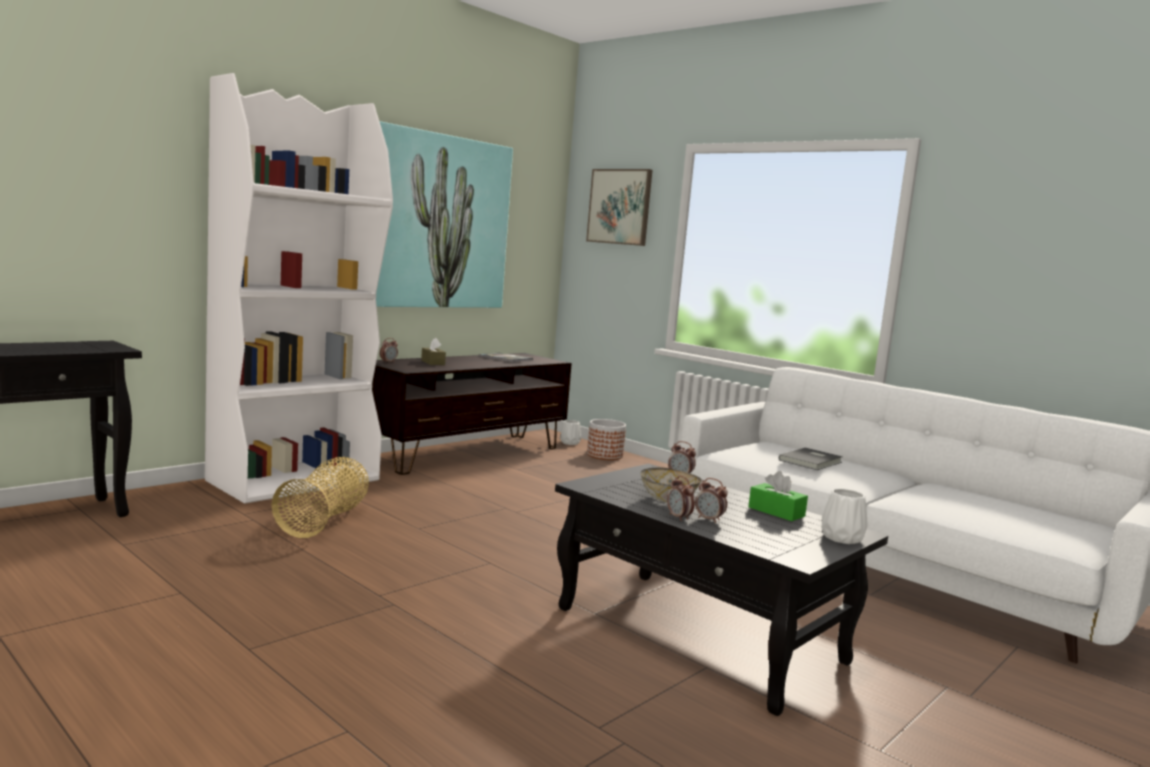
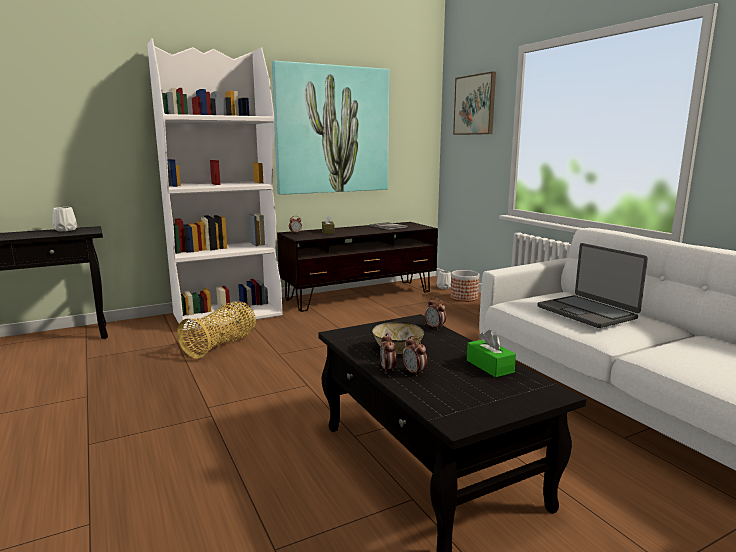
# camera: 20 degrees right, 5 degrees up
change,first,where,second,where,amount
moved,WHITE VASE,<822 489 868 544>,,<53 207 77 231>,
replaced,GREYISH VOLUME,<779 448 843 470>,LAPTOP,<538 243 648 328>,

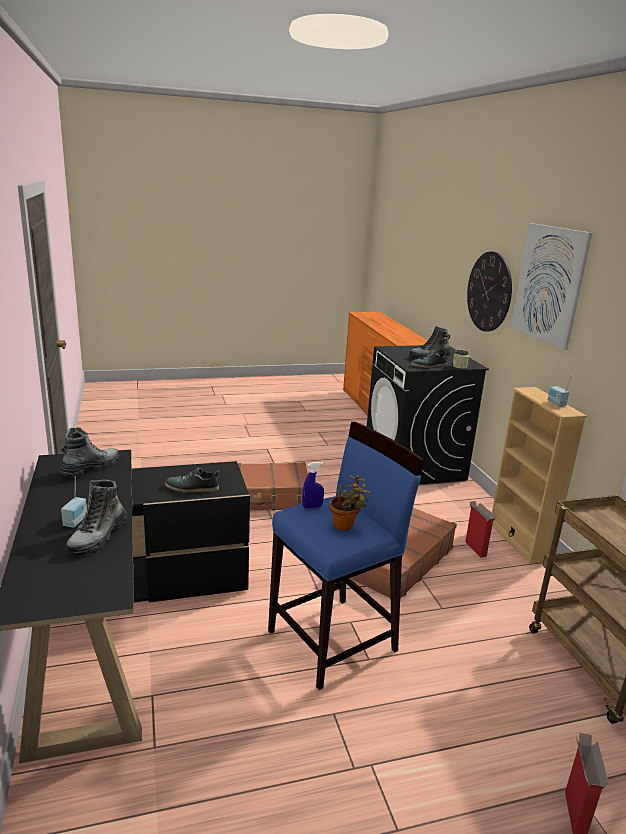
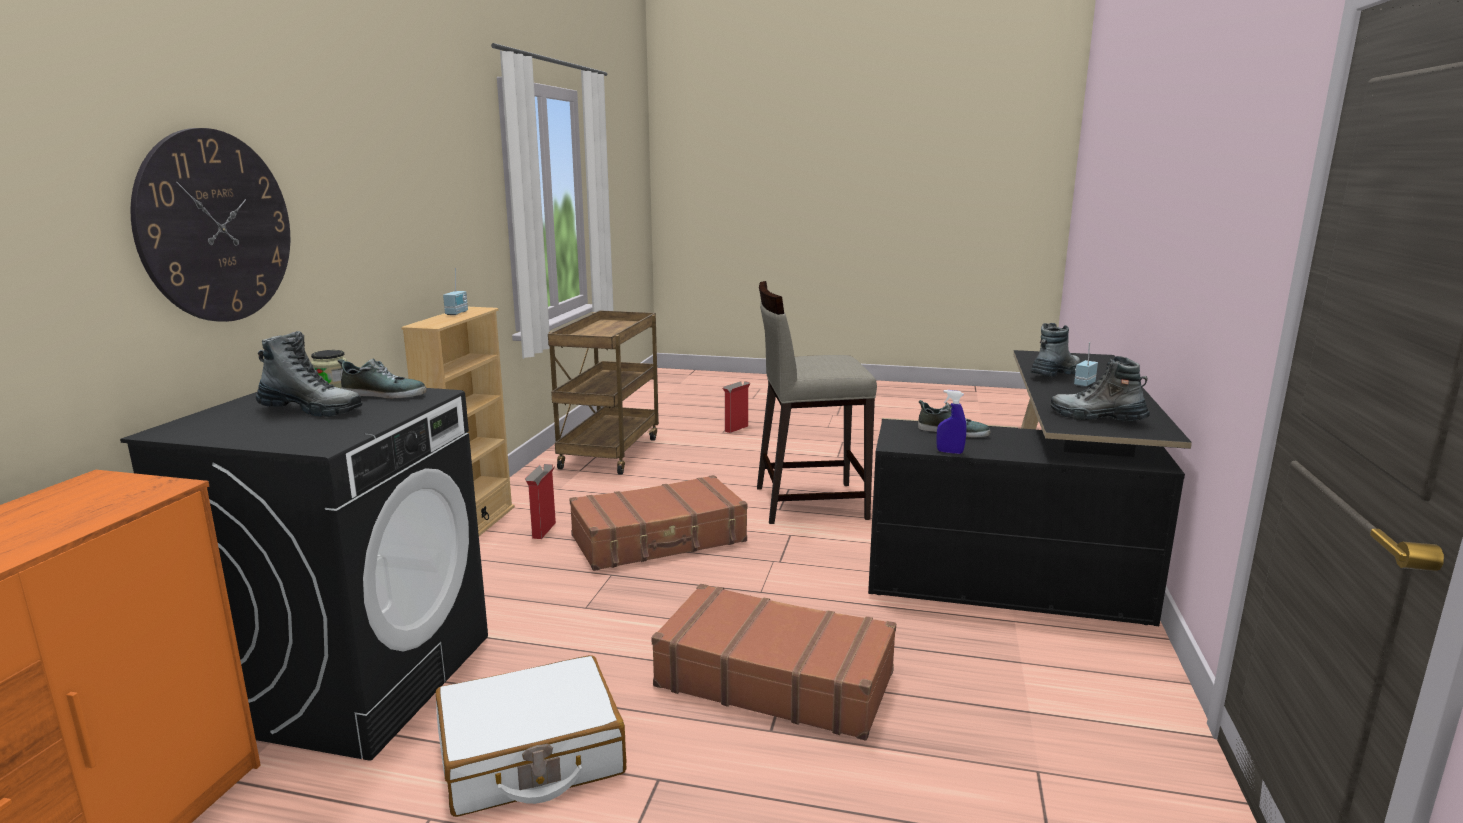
# camera: 150 degrees left, 5 degrees down
change,first,where,second,where,amount
removed,PLANT IN A POT,<330 475 371 531>,,,
removed,PICTURE,<511 223 592 350>,,,
added,,,WHITE PIECE OF LUGGAGE,<436 655 626 817>,
moved,BLUE HAND SPRAYER,<302 462 324 508>,,<936 390 967 454>,
recoloured,BLUE SITTING STOOL,<268 422 425 690>,BEIGE-COLOURED SITTING STOOL,<757 281 877 524>,
turned,HIGH-TOP BOOT,<58 427 119 477>,,<1051 356 1150 421>,60 degrees clockwise

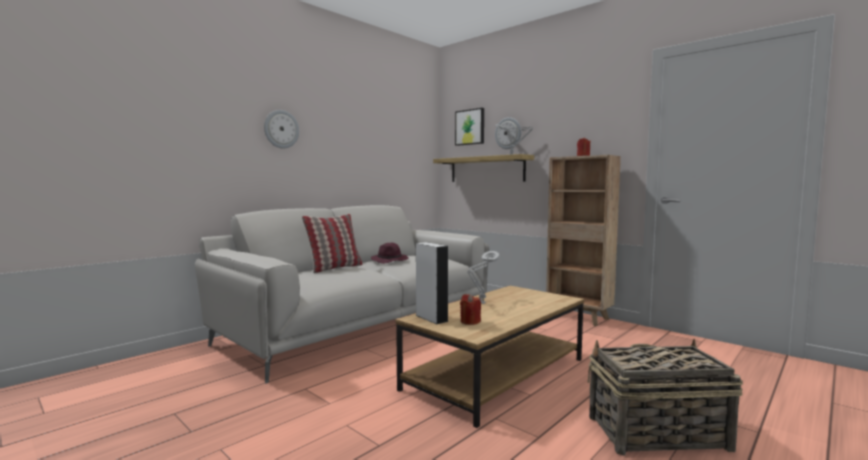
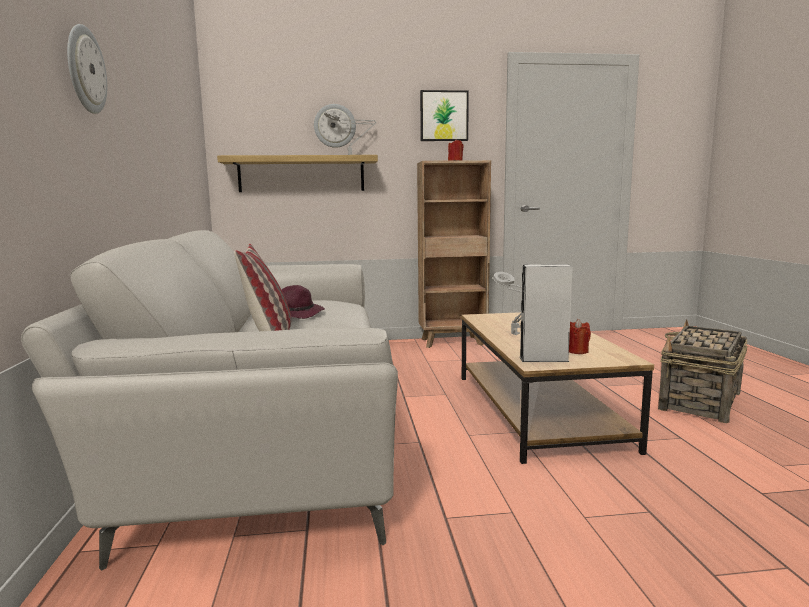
# camera: 50 degrees left, 5 degrees up
change,first,where,second,where,amount
moved,PICTURE,<455 108 484 146>,,<420 90 469 141>,

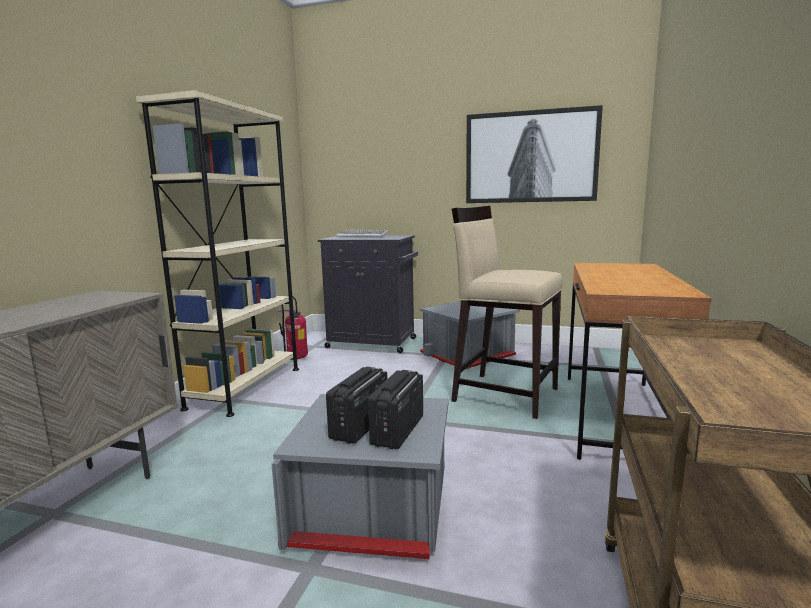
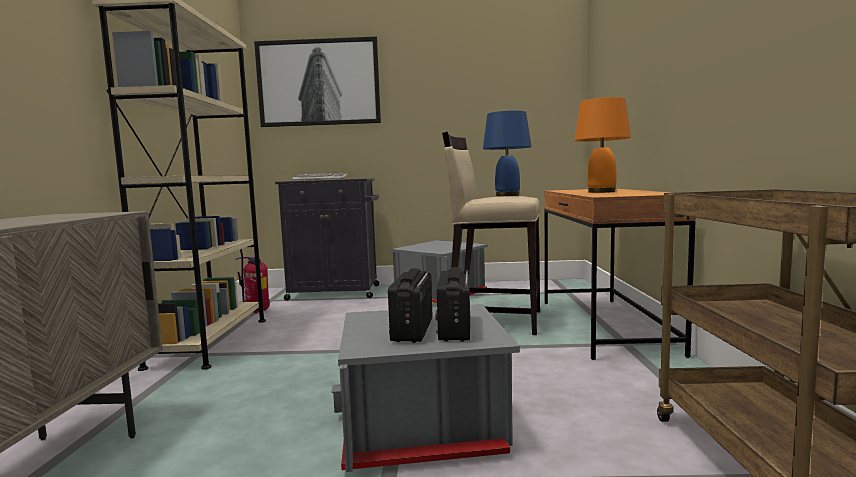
# camera: 15 degrees left, 5 degrees down
change,first,where,second,where,amount
added,,,BLUE TABLETOP LAMP,<483 111 532 196>,
added,,,ORANGEY TABLETOP LAMP,<574 97 631 193>,
moved,PICTURE,<466 105 603 203>,,<254 36 381 127>,

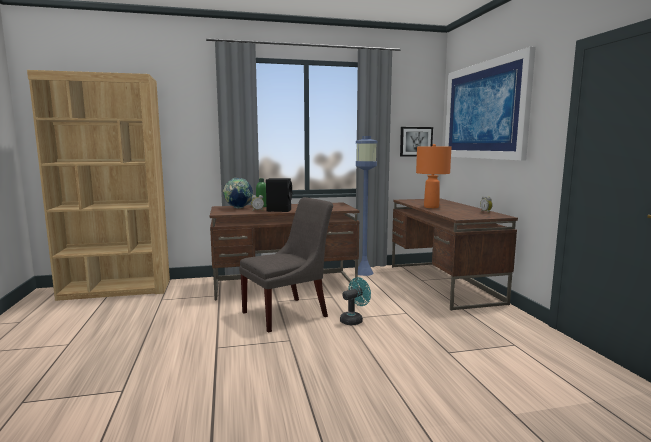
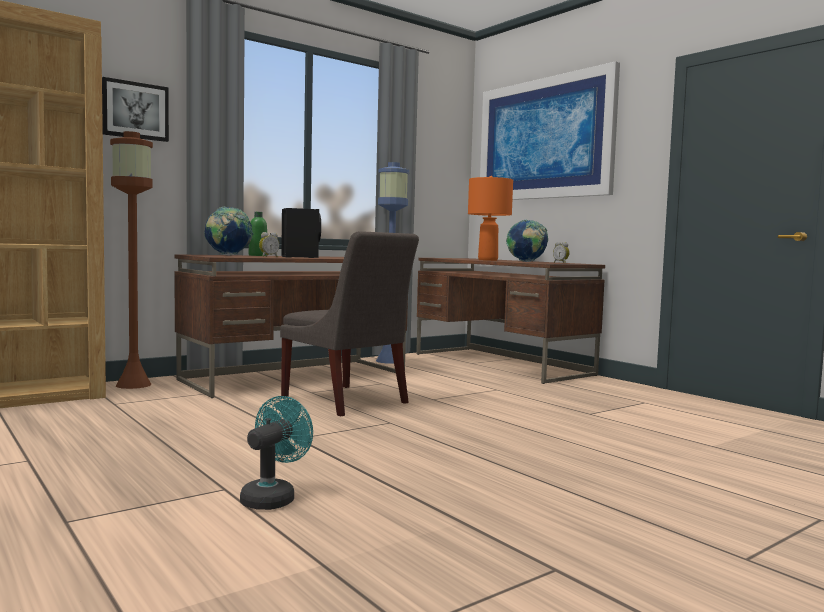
# camera: 25 degrees left, 5 degrees down
change,first,where,second,where,amount
added,,,BROWN STANDARD LAMP,<110 131 153 389>,
added,,,GLOBE,<506 219 549 262>,
moved,BLUE-GREEN ELECTRIC FAN,<340 277 371 325>,,<240 396 313 510>,
moved,PICTURE,<400 127 433 157>,,<102 77 169 142>,
turned,GREYISH PLAIN CHAIR,<239 197 333 333>,,<280 231 419 416>,105 degrees clockwise

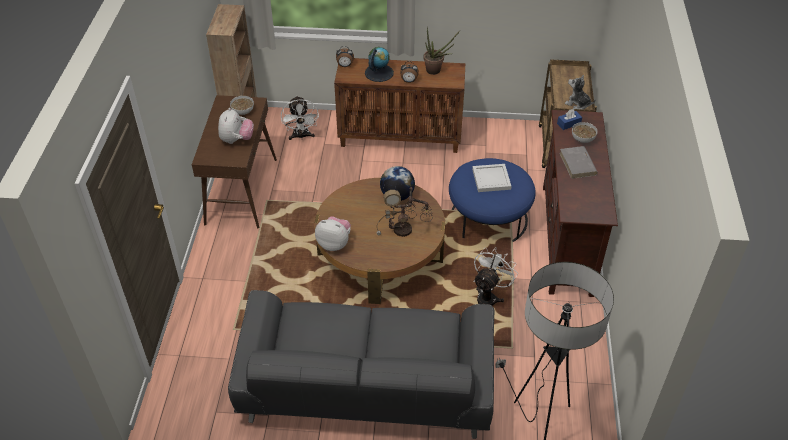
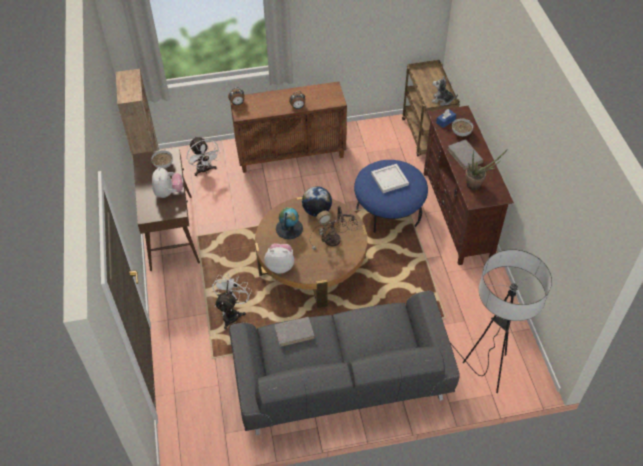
# camera: 15 degrees left, 5 degrees up
change,first,where,second,where,amount
added,,,GREYISH VOLUME,<274 317 315 347>,
moved,GLOBE,<365 47 394 82>,,<276 207 303 239>,
moved,PLANT IN A POT,<424 27 460 75>,,<465 149 508 190>,
moved,WHITE ELECTRIC FAN,<473 247 518 306>,,<212 273 252 329>,

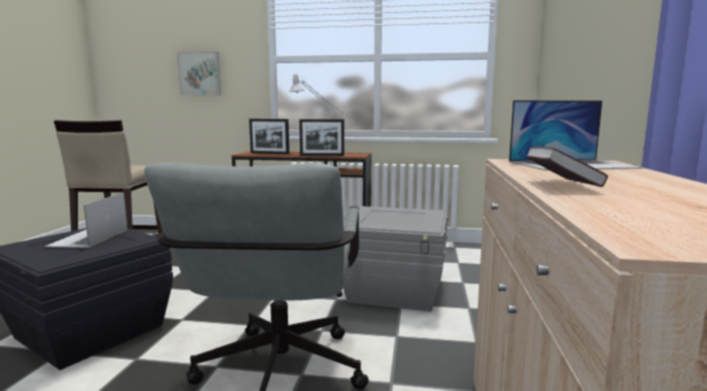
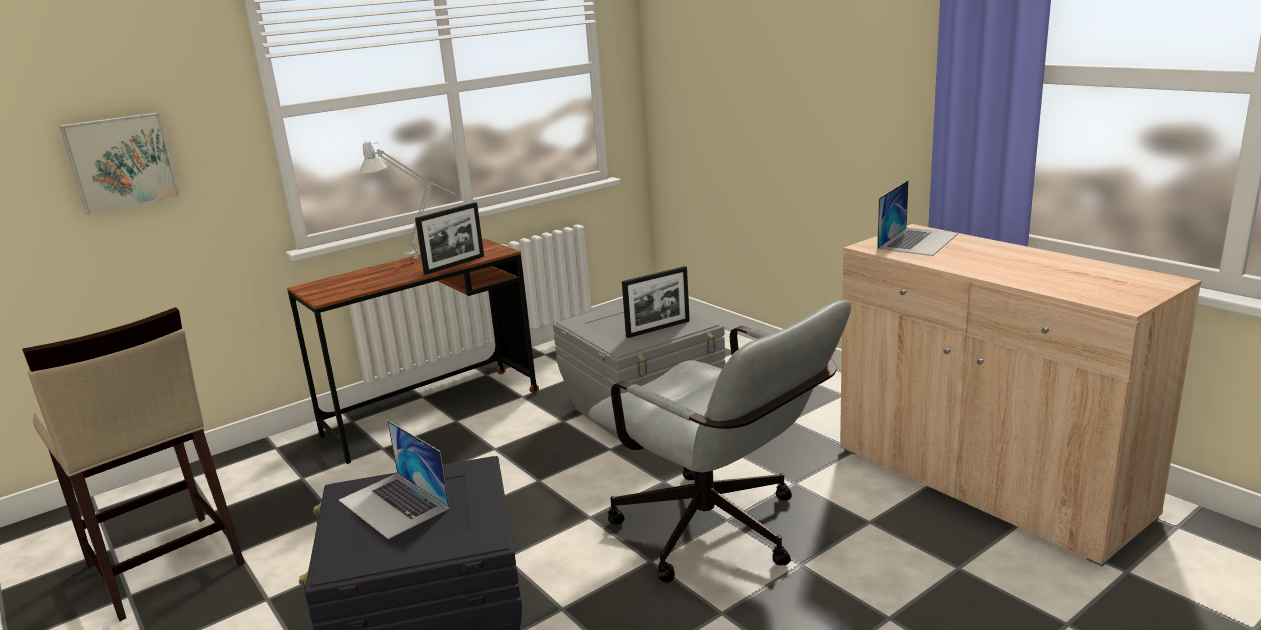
# camera: 45 degrees left, 10 degrees up
change,first,where,second,where,amount
removed,VOLUME,<525 146 608 187>,,,
moved,PICTURE FRAME,<249 119 289 154>,,<622 266 690 338>,

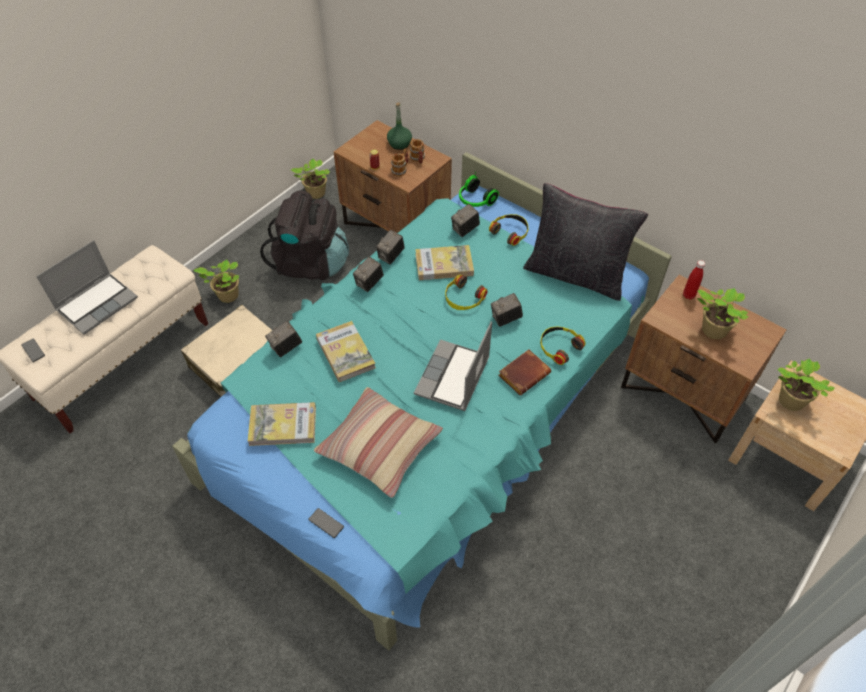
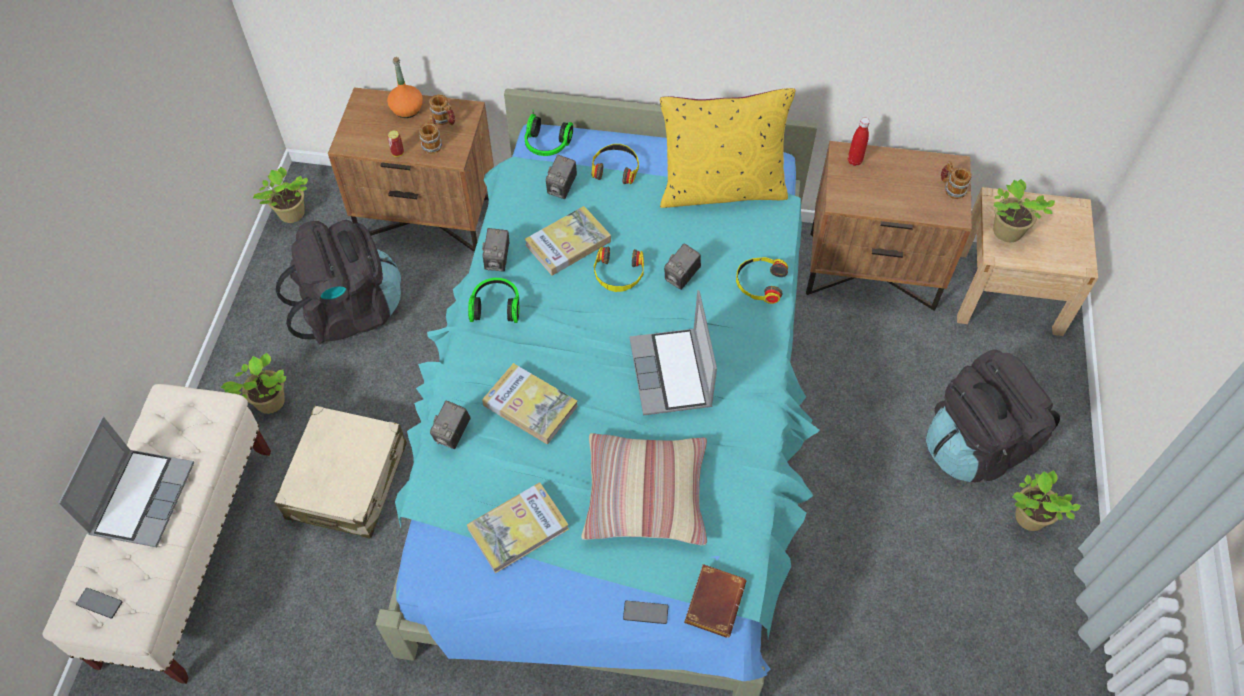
# camera: 30 degrees left, 5 degrees up
change,first,where,second,where,amount
added,,,BLACKISH RUCKSACK,<926 349 1060 482>,
added,,,MUG,<941 161 972 199>,
moved,BROWN VOLUME,<498 349 551 395>,,<684 564 746 638>,
moved,PLANT IN A POT,<697 288 748 339>,,<1013 470 1081 531>,
replaced,STILL CAMERA,<353 256 384 292>,HEADPHONES,<468 278 520 323>,
recoloured,GREEN-COLOURED BEVERAGE BOTTLE,<387 102 412 150>,ORANGEY BEVERAGE BOTTLE,<387 57 423 118>,
recoloured,BLACKISH PILLOW,<523 183 648 301>,YELLOWISH PILLOW,<660 88 796 208>,

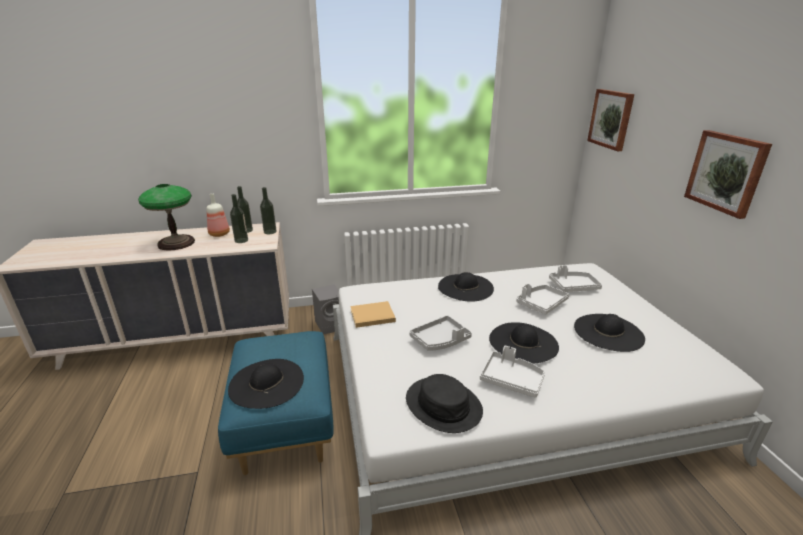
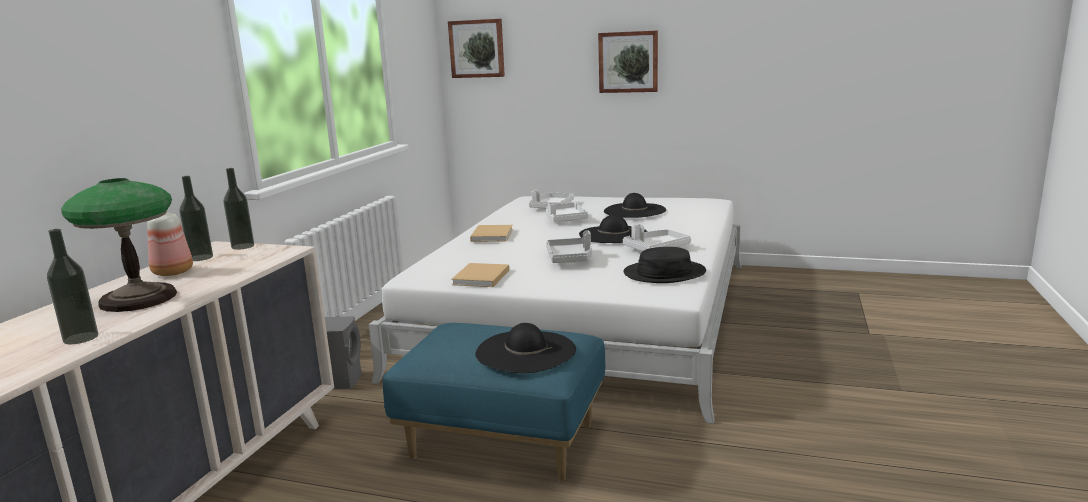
# camera: 60 degrees left, 10 degrees down
change,first,where,second,where,amount
moved,BEVERAGE BOTTLE,<230 194 248 243>,,<47 229 98 344>,
replaced,BLACKISH HAT,<438 272 494 302>,BEIGE-COLOURED VOLUME,<470 225 513 242>,

